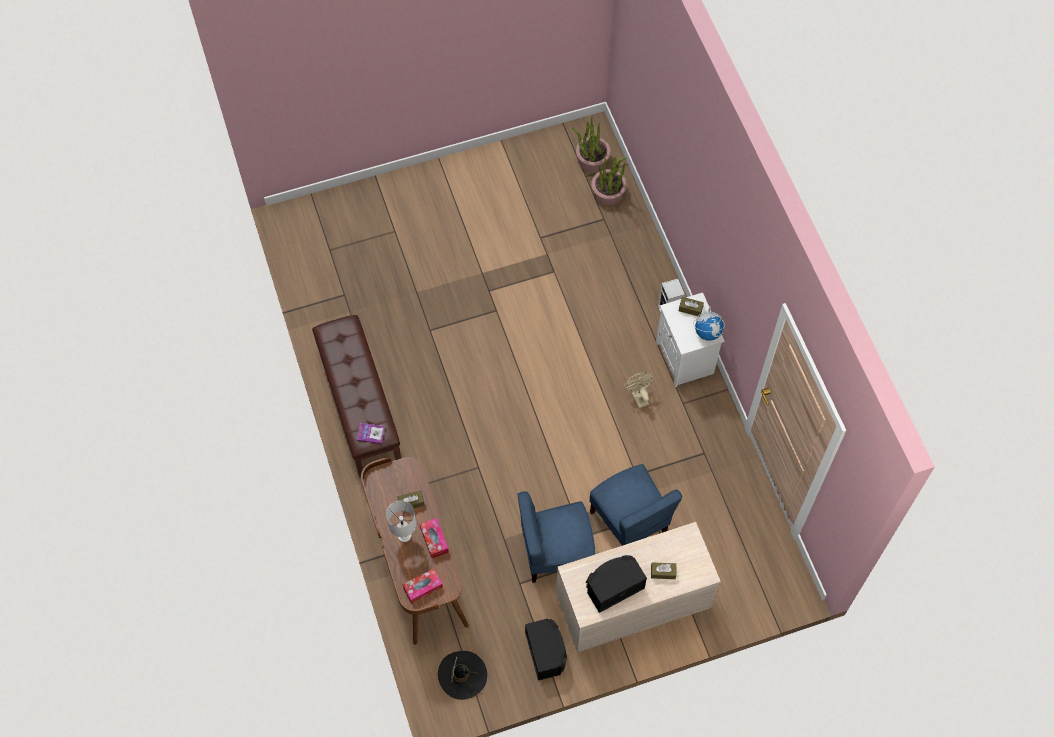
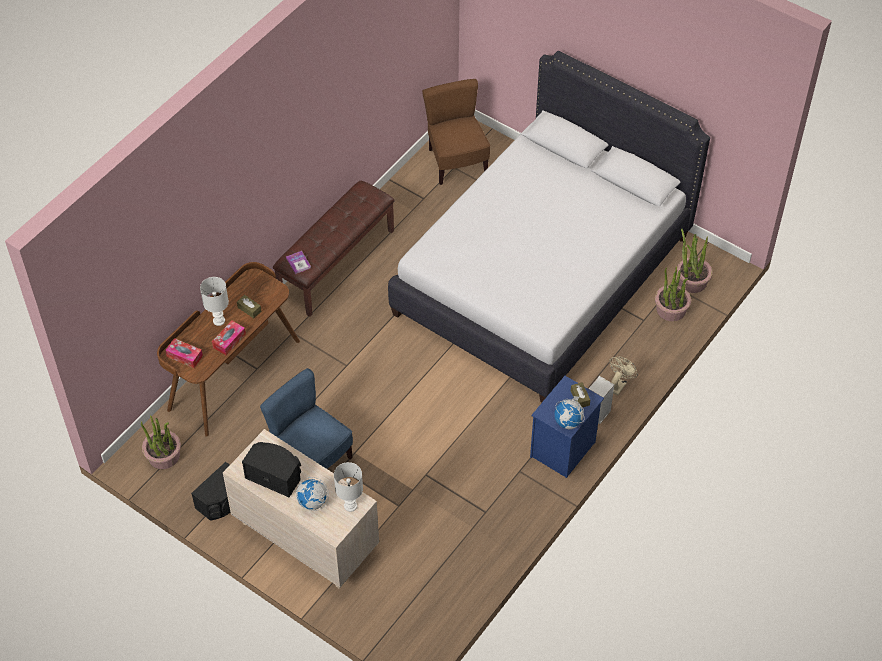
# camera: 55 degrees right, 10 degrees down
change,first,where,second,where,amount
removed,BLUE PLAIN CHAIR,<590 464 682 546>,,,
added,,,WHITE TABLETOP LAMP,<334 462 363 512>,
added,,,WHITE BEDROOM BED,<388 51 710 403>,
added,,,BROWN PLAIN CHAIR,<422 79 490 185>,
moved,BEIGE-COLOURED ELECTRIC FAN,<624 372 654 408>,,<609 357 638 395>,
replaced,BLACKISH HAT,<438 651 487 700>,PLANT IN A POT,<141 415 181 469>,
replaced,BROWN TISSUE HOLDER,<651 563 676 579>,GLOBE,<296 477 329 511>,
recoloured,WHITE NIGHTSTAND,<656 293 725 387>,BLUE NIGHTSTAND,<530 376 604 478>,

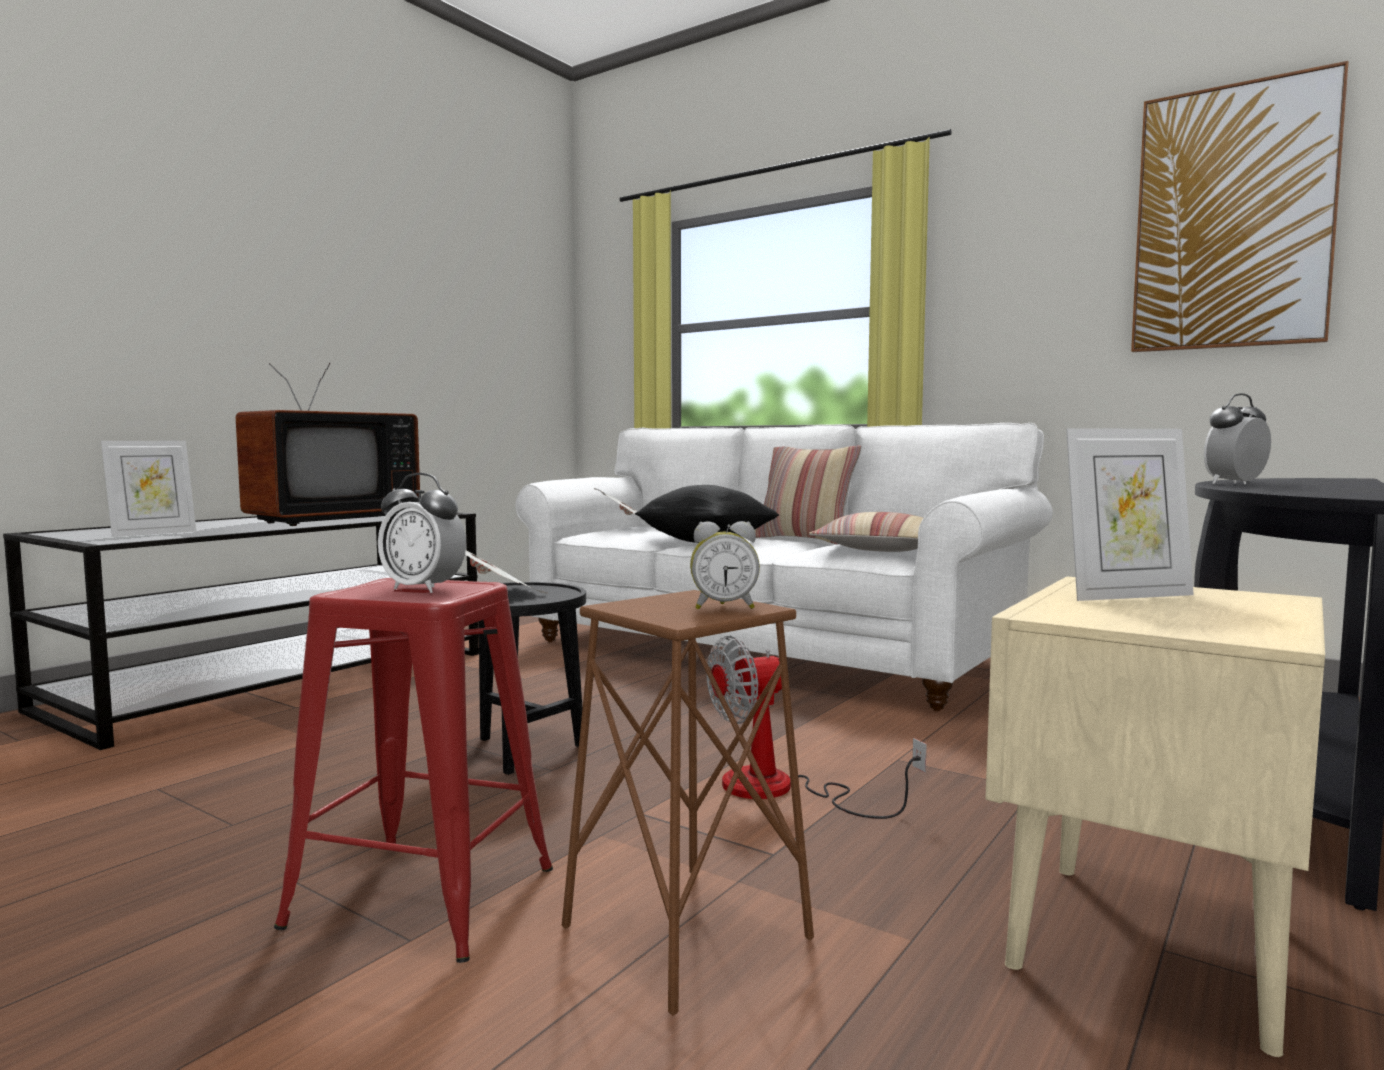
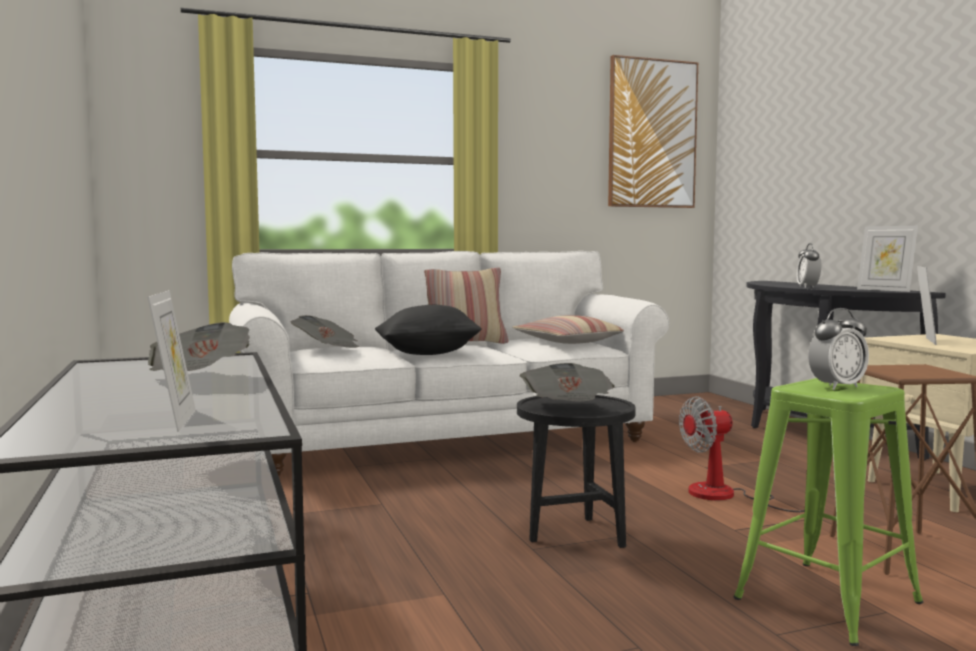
# camera: 55 degrees left, 0 degrees up
change,first,where,second,where,amount
removed,TABLE CLOCK,<690 521 760 609>,,,
added,,,PICTURE FRAME,<857 226 918 292>,
replaced,TELEVISION,<236 363 420 526>,PRINTED PAPER,<148 322 250 371>,
recoloured,REDDISH SITTING STOOL,<274 578 553 963>,GREEN-COLOURED SITTING STOOL,<734 378 923 646>,
turned,ELECTRIC FAN,<707 635 927 819>,,<679 396 805 512>,60 degrees clockwise

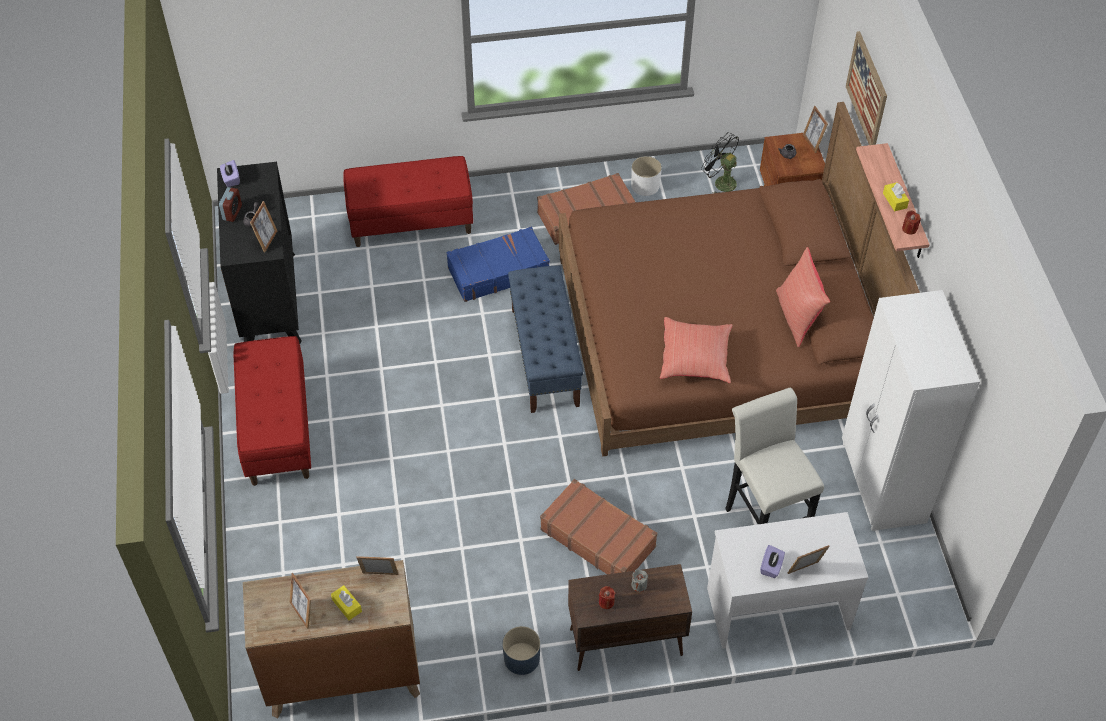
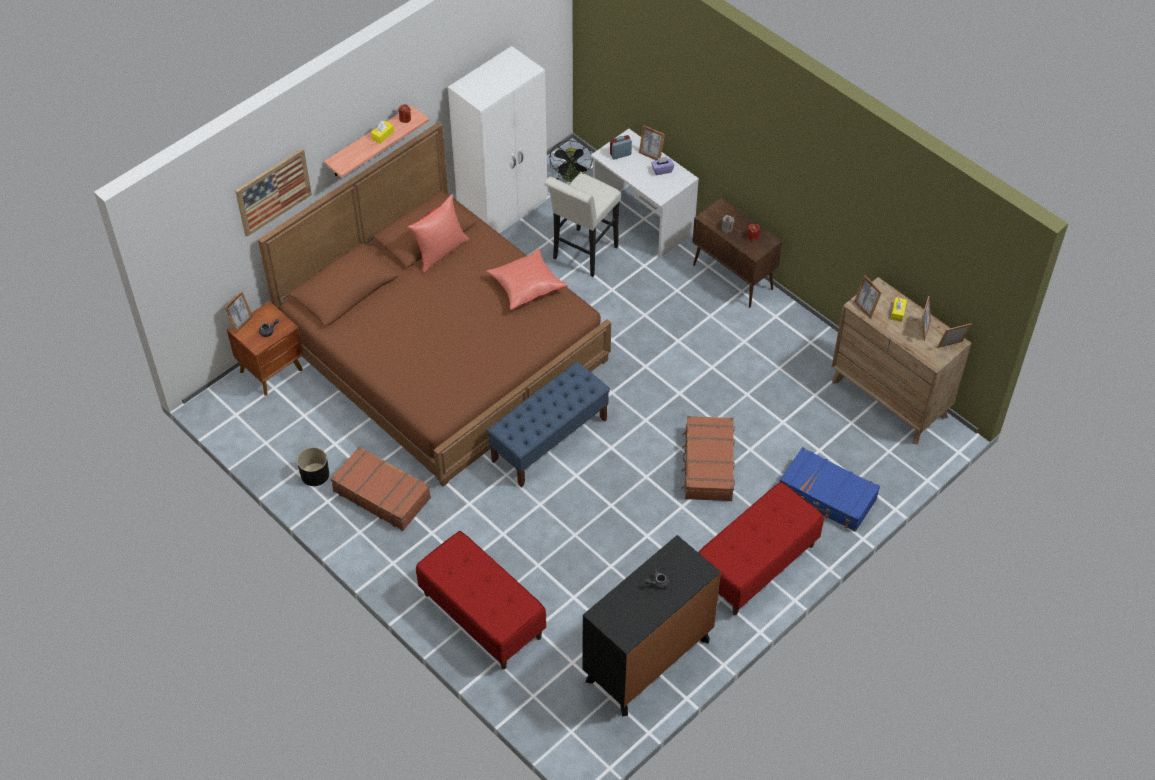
# camera: 125 degrees left, 0 degrees up
change,first,where,second,where,amount
removed,PURPLE TISSUE HOLDER,<220 160 240 187>,,,
removed,BLUE PLANTER,<503 626 540 675>,,,
moved,TABLE CLOCK,<219 187 242 222>,,<610 135 632 159>,
moved,PICTURE FRAME,<250 201 277 253>,,<937 323 972 348>,
moved,BLUE PIECE OF LUGGAGE,<447 227 550 302>,,<780 447 880 532>,
moved,BROWN PIECE OF LUGGAGE,<540 479 658 574>,,<681 416 735 501>,
moved,BLACKISH ELECTRIC FAN,<701 132 739 193>,,<549 140 593 182>,
recoloured,WHITE PLANTER,<631 156 662 196>,BLACKISH PLANTER,<297 447 329 486>,

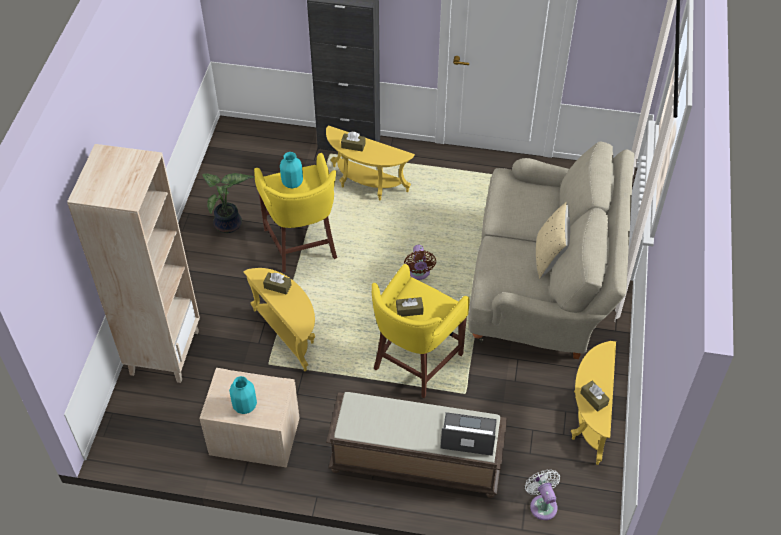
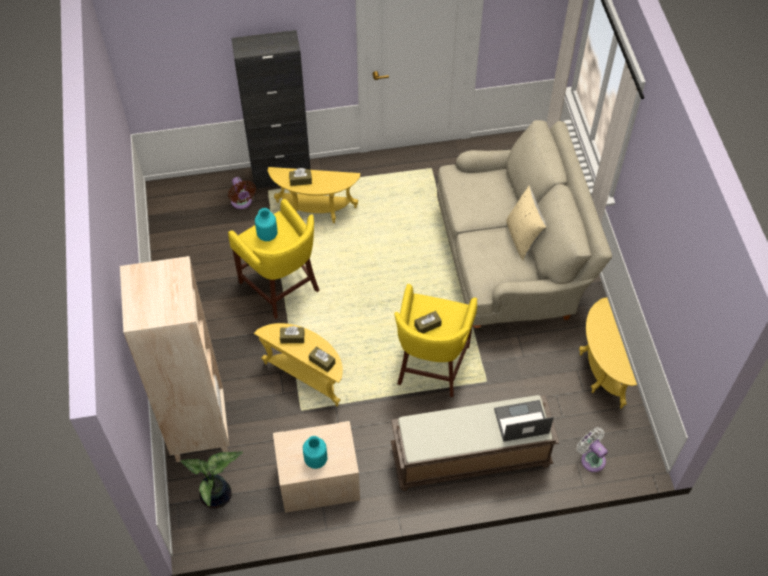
# camera: 20 degrees left, 5 degrees up
change,first,where,second,where,amount
moved,PLANT IN A POT,<202 173 253 233>,,<180 452 243 509>,
moved,BROWN ELECTRIC FAN,<404 245 436 280>,,<228 177 256 209>,
moved,BROWN TISSUE HOLDER,<580 381 610 412>,,<309 346 335 372>,

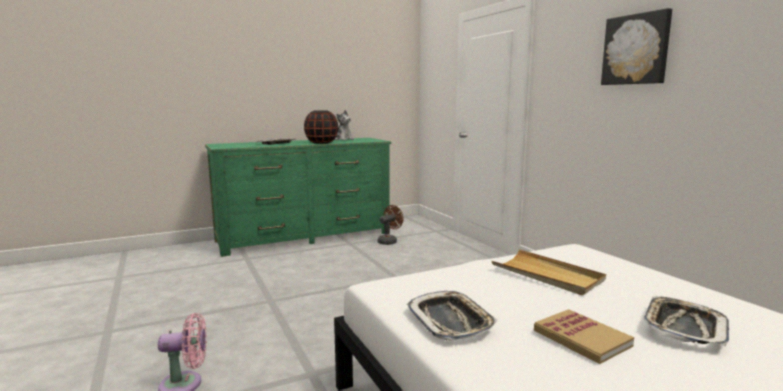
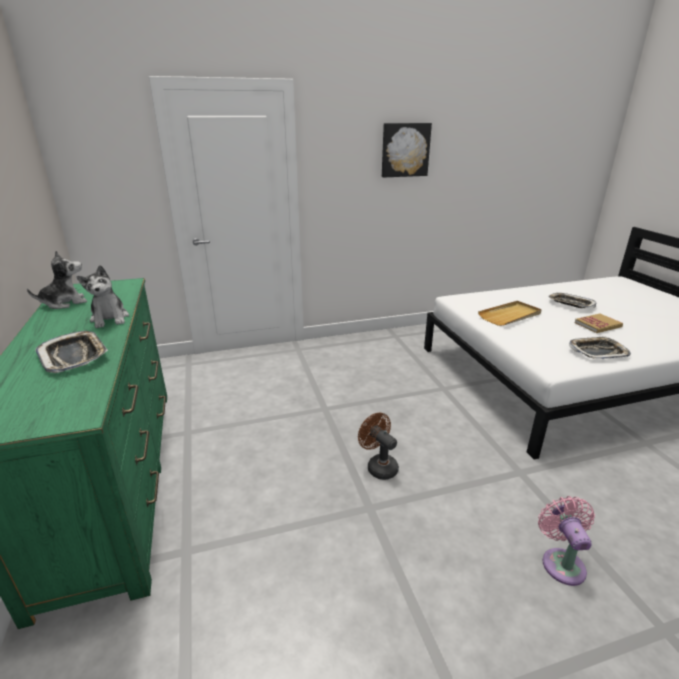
# camera: 80 degrees left, 15 degrees up
change,first,where,second,where,amount
moved,BROWN ELECTRIC FAN,<378 205 404 245>,,<358 413 399 480>,
replaced,BLACKISH VASE,<304 110 338 144>,SOFT TOY,<76 265 129 328>,

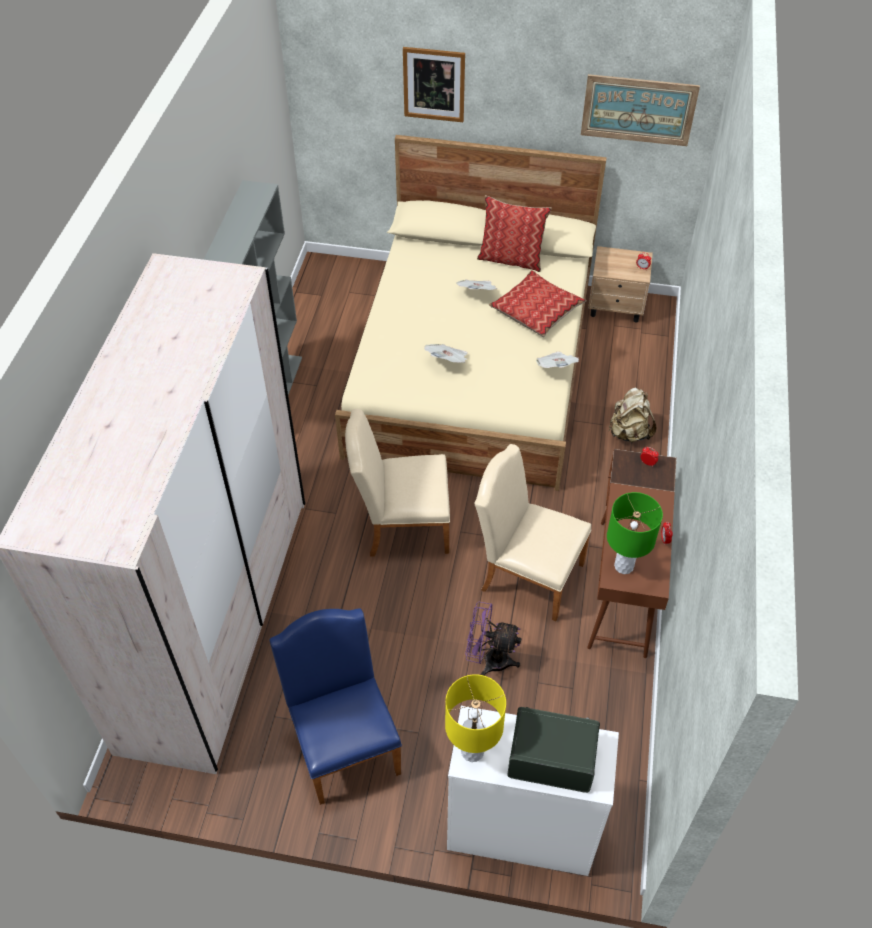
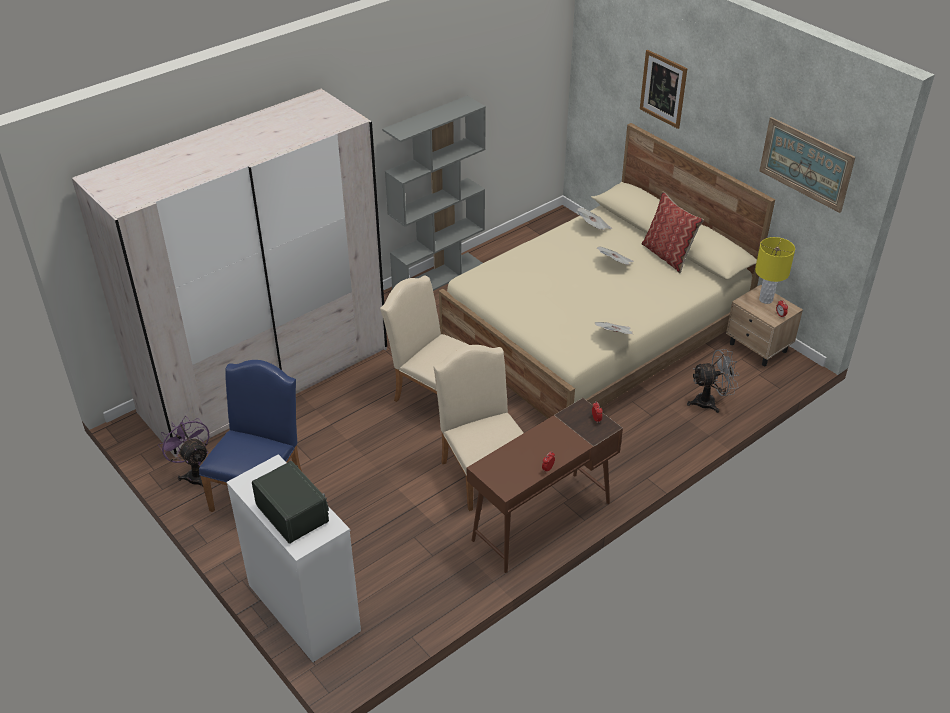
# camera: 40 degrees right, 10 degrees down
change,first,where,second,where,amount
removed,PILLOW,<489 270 587 337>,,,
removed,GREEN-COLOURED TABLETOP LAMP,<607 492 663 574>,,,
removed,BEIGE-COLOURED RUCKSACK,<609 388 657 442>,,,
added,,,GREYISH ELECTRIC FAN,<687 349 739 413>,
moved,PRINTED PAPER,<424 344 468 363>,,<576 208 612 230>,
moved,YELLOWISH TABLETOP LAMP,<445 674 506 762>,,<755 237 795 304>,
moved,PURPLE ELECTRIC FAN,<465 601 522 676>,,<158 416 209 486>,

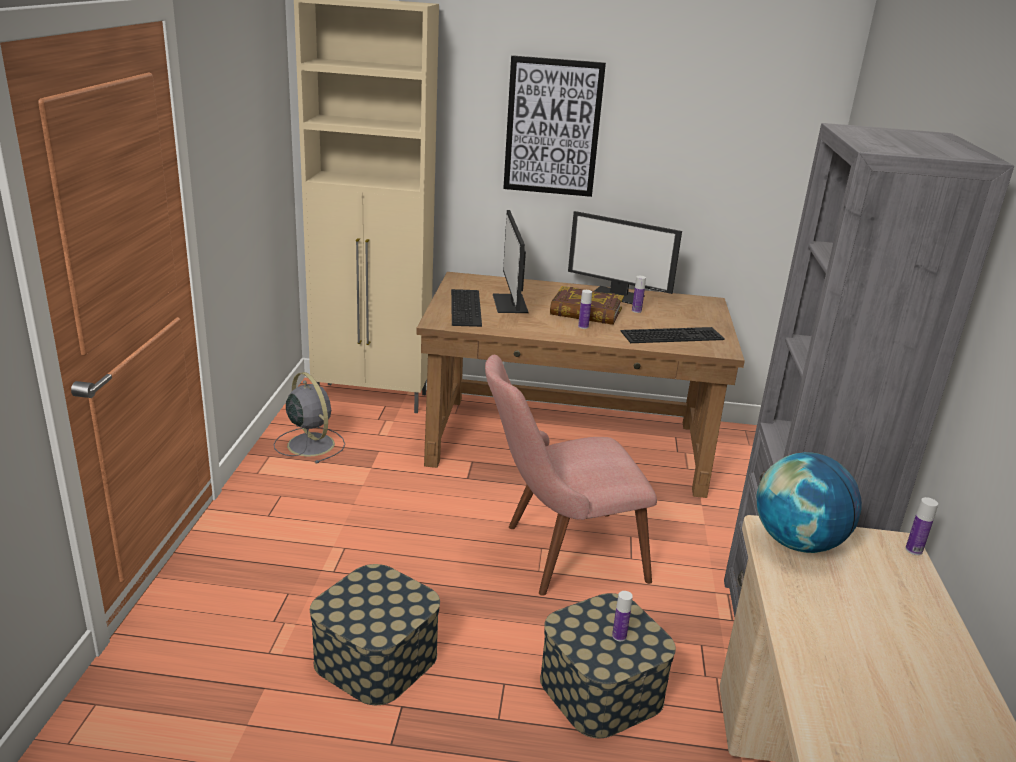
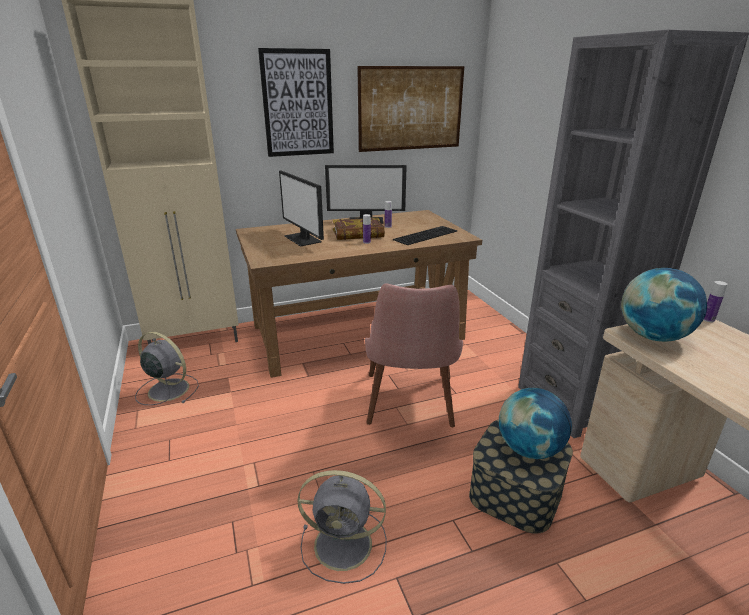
# camera: 25 degrees left, 0 degrees up
change,first,where,second,where,amount
removed,KEYBOARD,<451 289 482 327>,,,
added,,,PICTURE,<357 66 464 152>,
replaced,STORAGE CONTAINER,<310 564 440 705>,GREYISH ELECTRIC FAN,<297 470 387 584>,
replaced,BEVERAGE BOTTLE,<612 591 633 641>,GLOBE,<499 388 572 459>,
turned,PINK-COLOURED PLAIN CHAIR,<485 355 657 596>,,<365 283 463 427>,45 degrees counterclockwise

